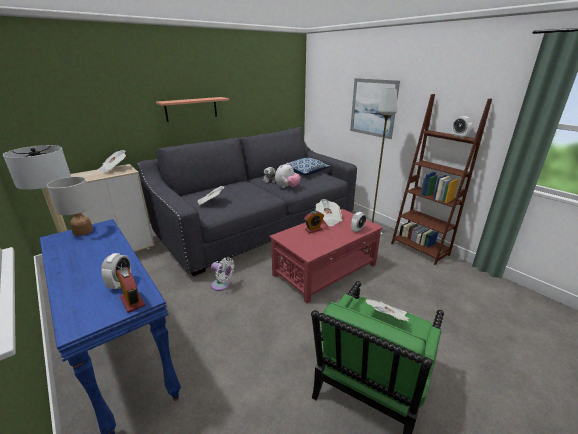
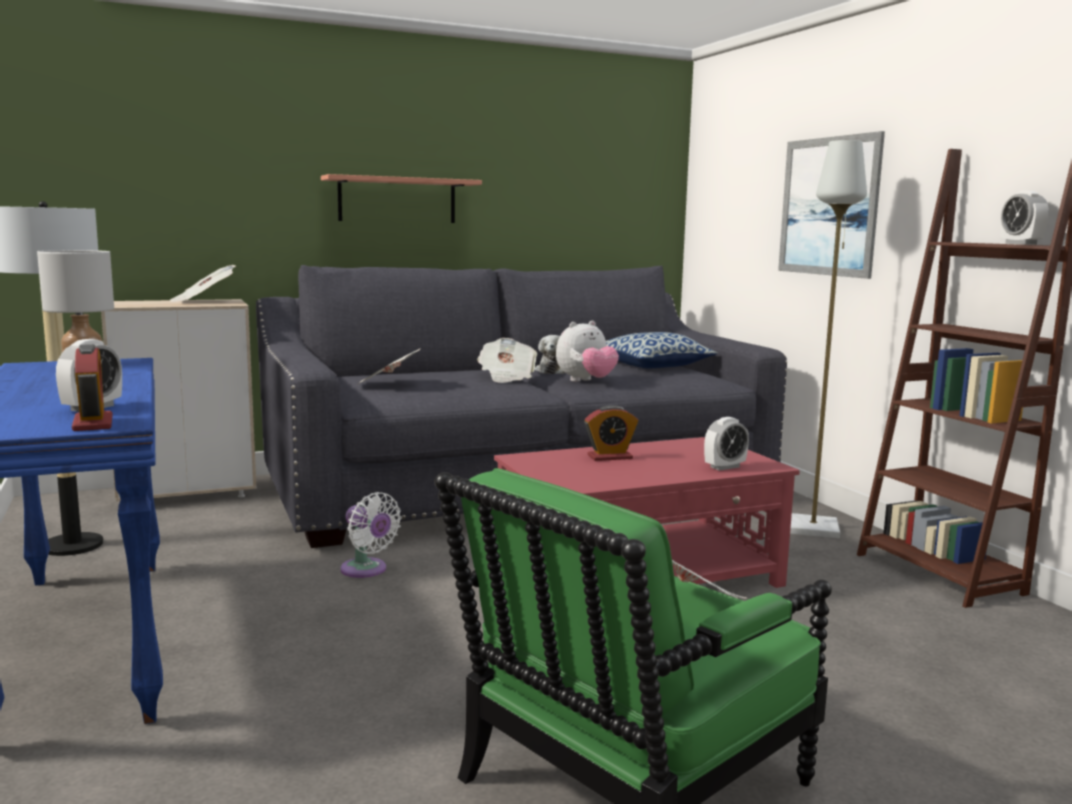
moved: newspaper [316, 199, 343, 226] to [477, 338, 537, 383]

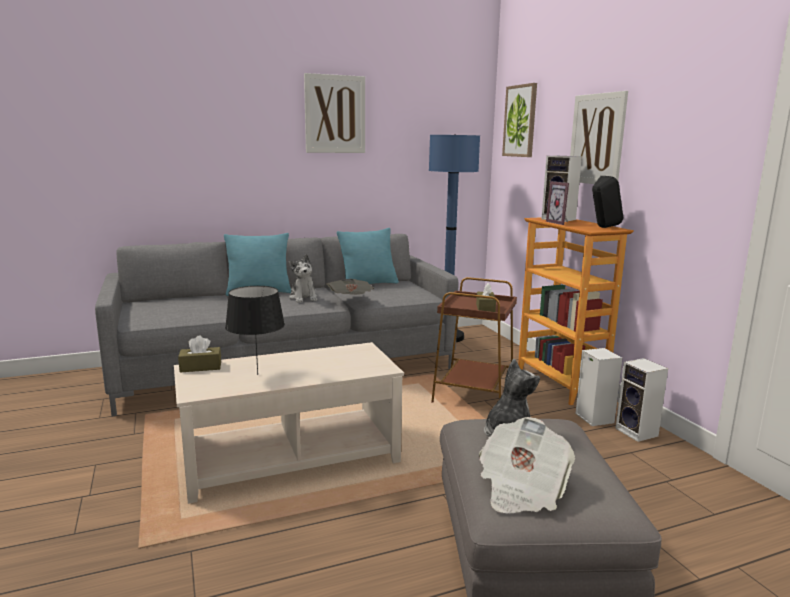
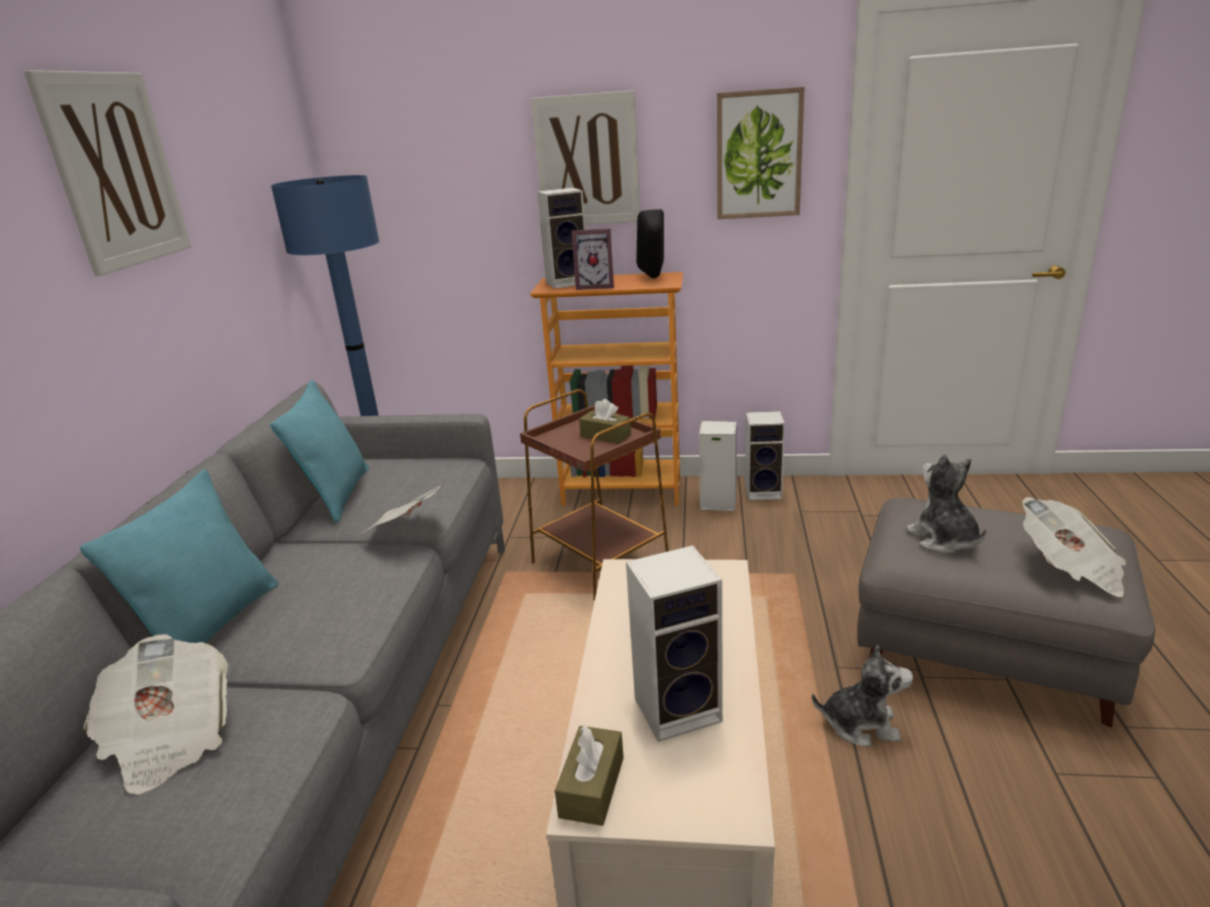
added: newspaper [83, 634, 228, 795]
moved: picture [502, 83, 537, 157] to [717, 87, 805, 219]; plush toy [289, 254, 318, 303] to [812, 645, 913, 747]
replaced: black table lamp [225, 286, 285, 375] to speaker [626, 545, 723, 742]

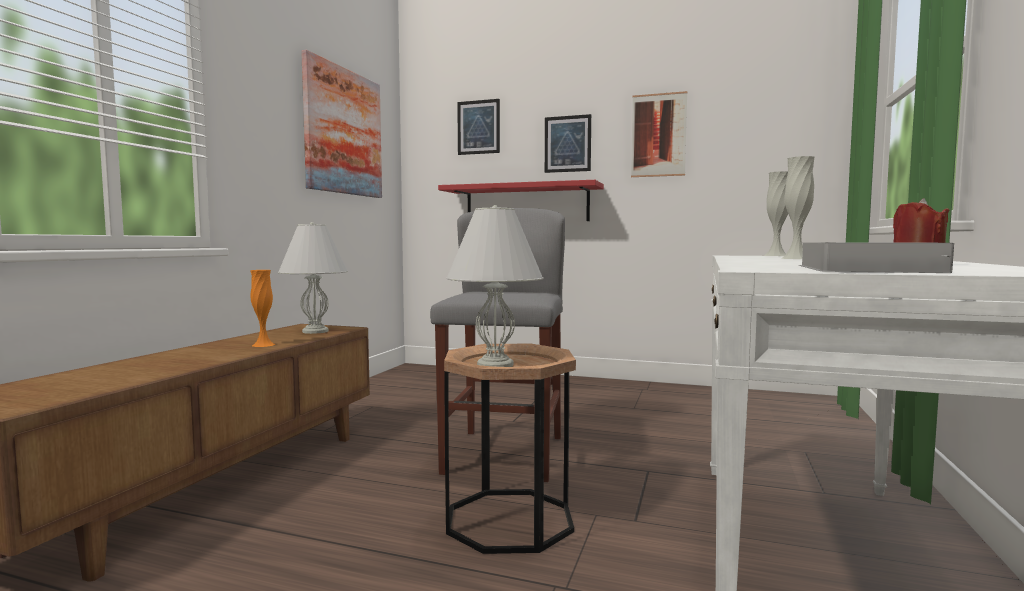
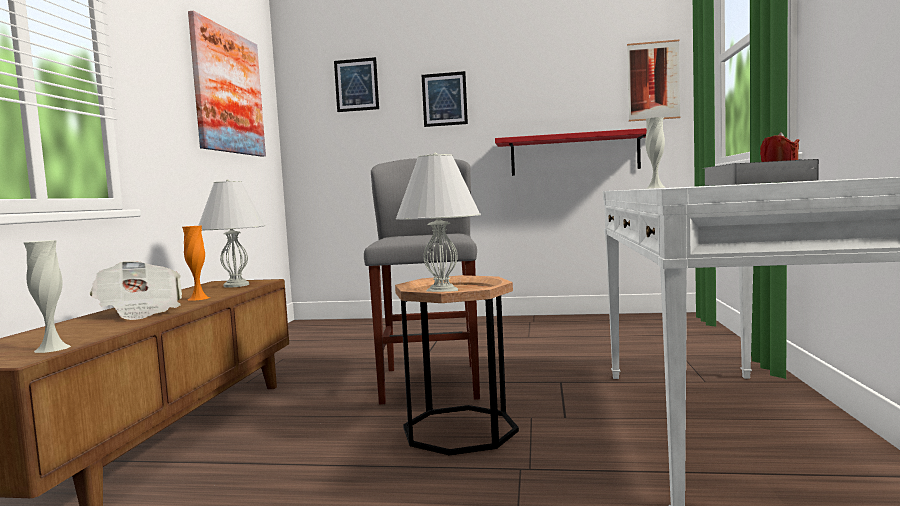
added: newspaper [89, 261, 182, 320]
moved: picture [631, 91, 687, 177] to [627, 40, 680, 121]; white vase [781, 156, 814, 259] to [23, 240, 71, 353]; red shelf [438, 180, 604, 221] to [495, 128, 647, 176]

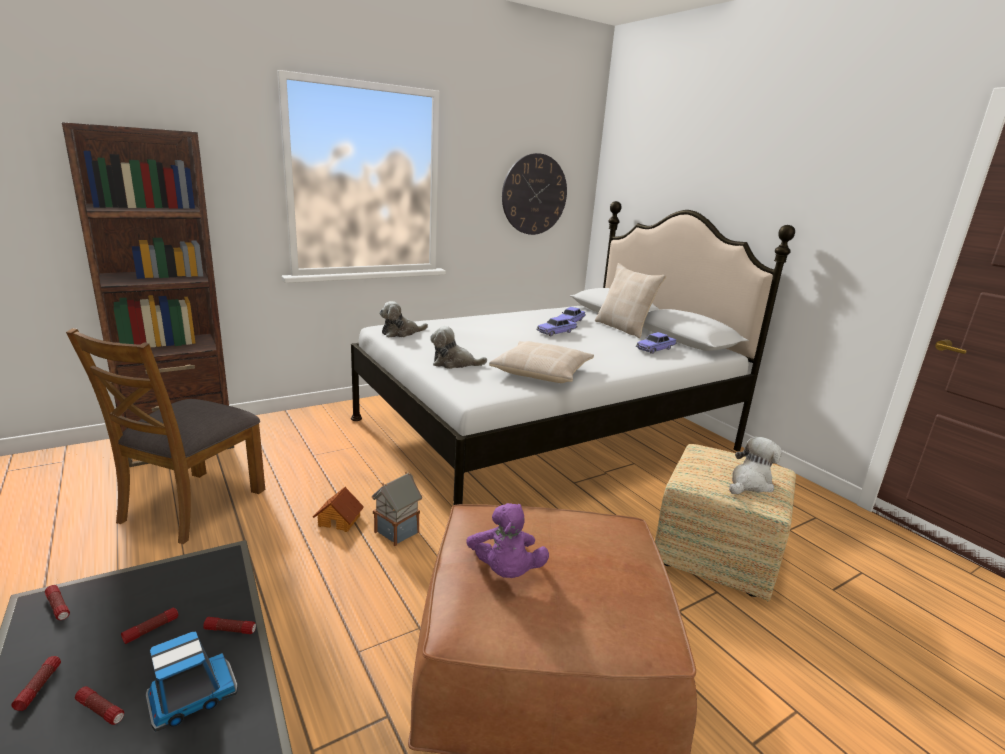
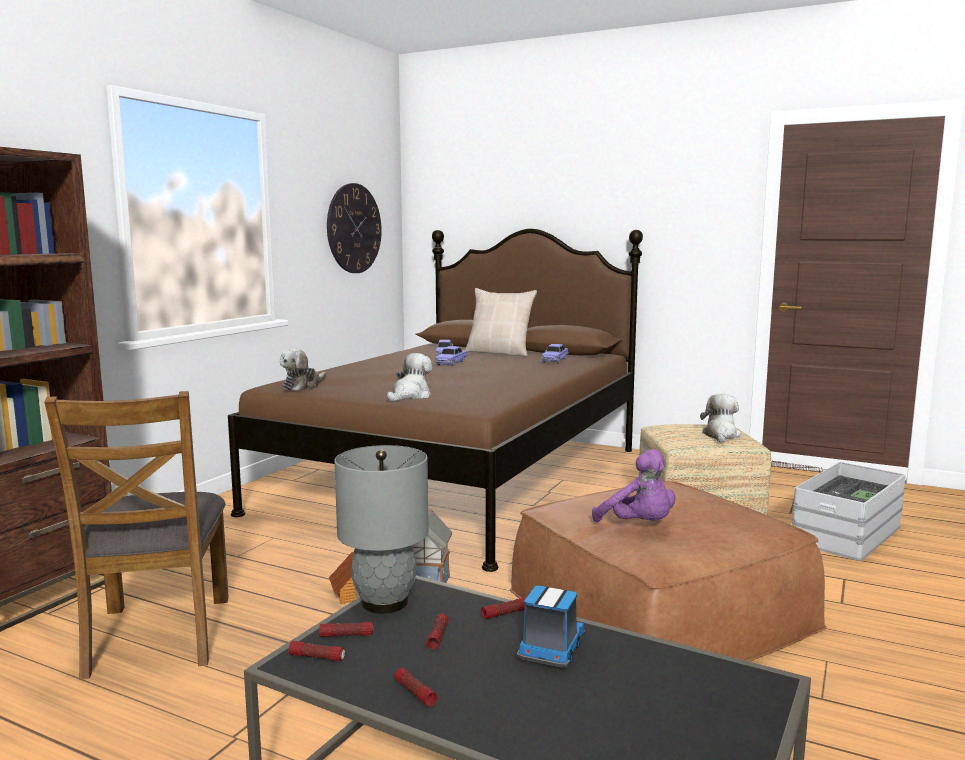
removed: beige pillow [489, 341, 594, 383]
added: grey table lamp [334, 445, 429, 613]; grey storage box [792, 462, 907, 561]
moved: flashlight [75, 686, 124, 725] to [319, 622, 373, 637]
recoloured: white bed [351, 201, 795, 505] to brown bed [228, 229, 643, 572]
turned: plush toy [430, 326, 487, 369] = [387, 353, 432, 401] 150 degrees clockwise

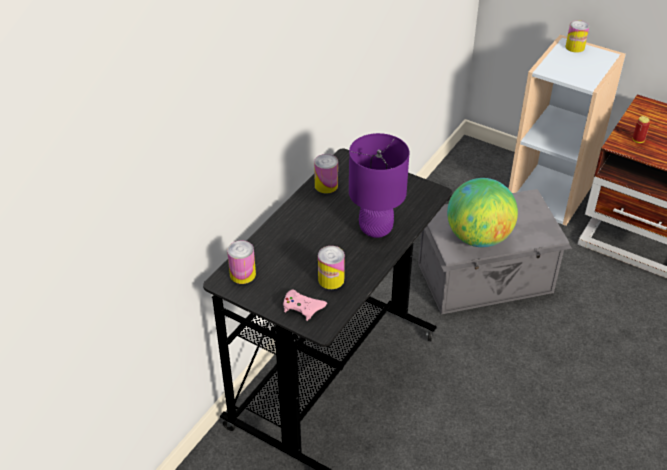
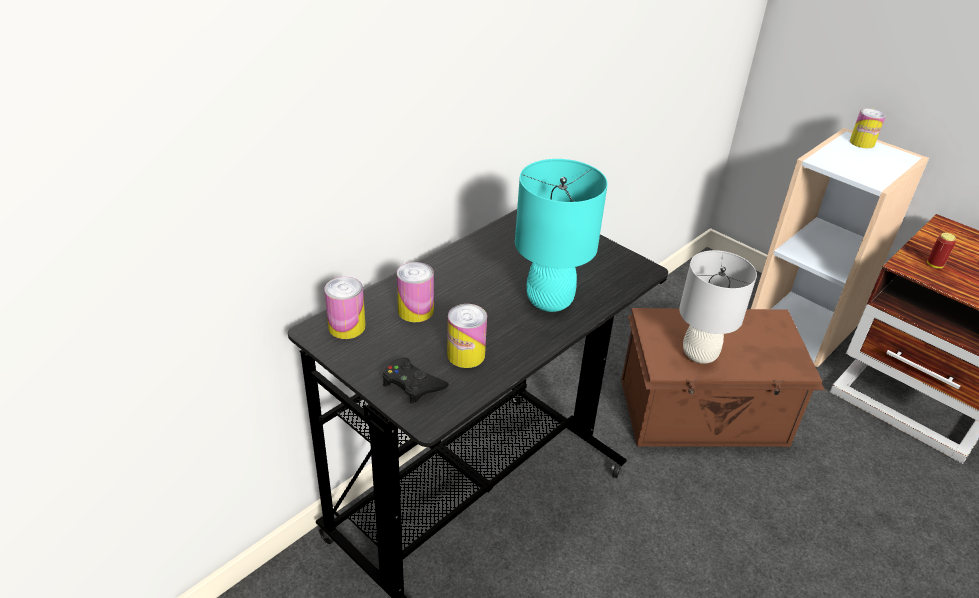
moved: can [314, 154, 338, 194] to [397, 262, 434, 322]
replaced: globe [447, 178, 518, 247] to grey table lamp [679, 250, 757, 364]
recoloured: purple table lamp [349, 133, 410, 238] to turquoise table lamp [515, 159, 608, 312]; grey storage box [418, 189, 572, 314] to brown storage box [621, 308, 825, 447]; pink game controller [283, 290, 327, 321] to black game controller [383, 357, 449, 404]

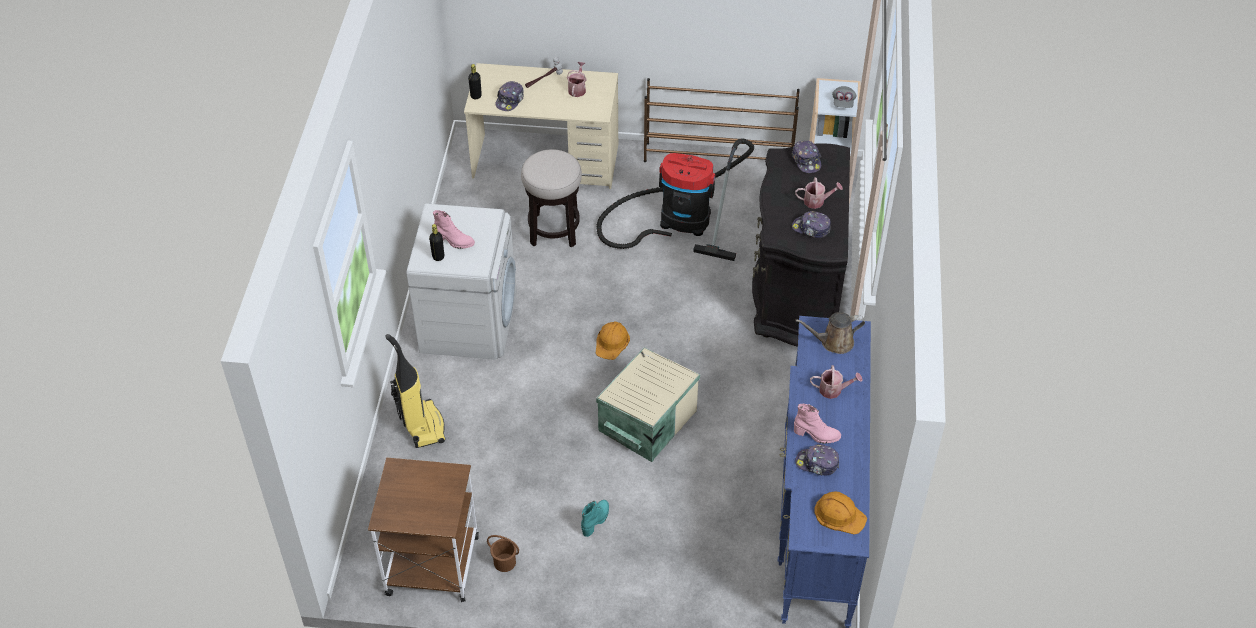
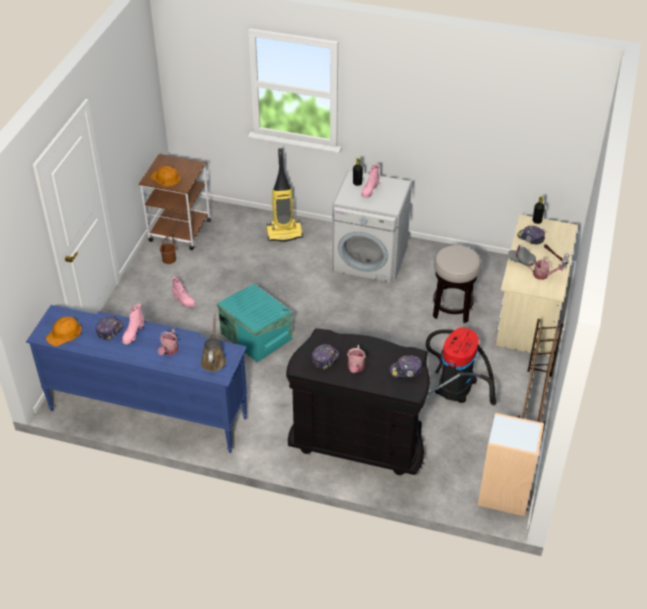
moved: grey cap [832, 86, 856, 108] to [508, 245, 536, 266]; orange hard hat [596, 321, 630, 360] to [150, 166, 180, 187]
recoloured: beige storage box [596, 348, 700, 462] to turquoise storage box [217, 283, 293, 363]; turquoise boot [581, 500, 609, 537] to pink boot [172, 277, 196, 307]

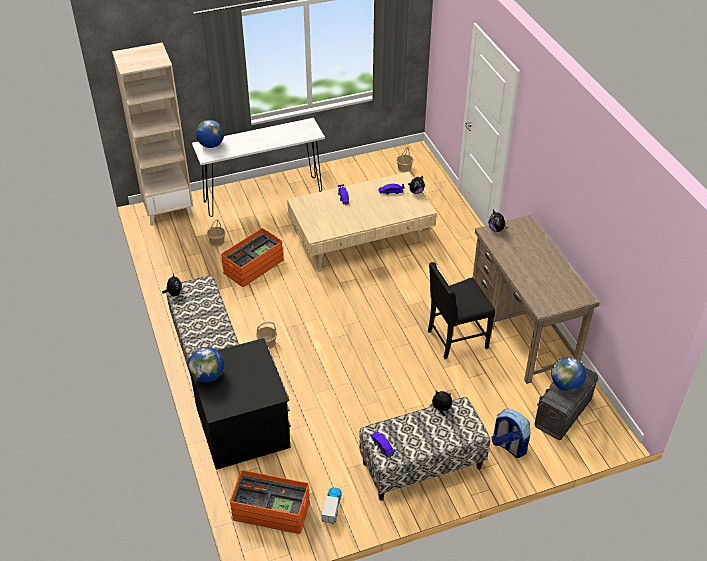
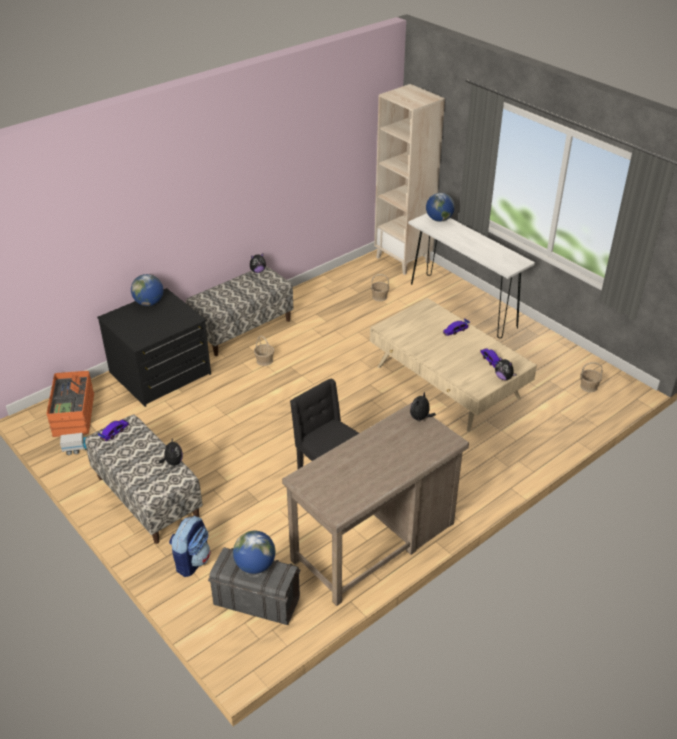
removed: orange storage box [221, 228, 284, 287]

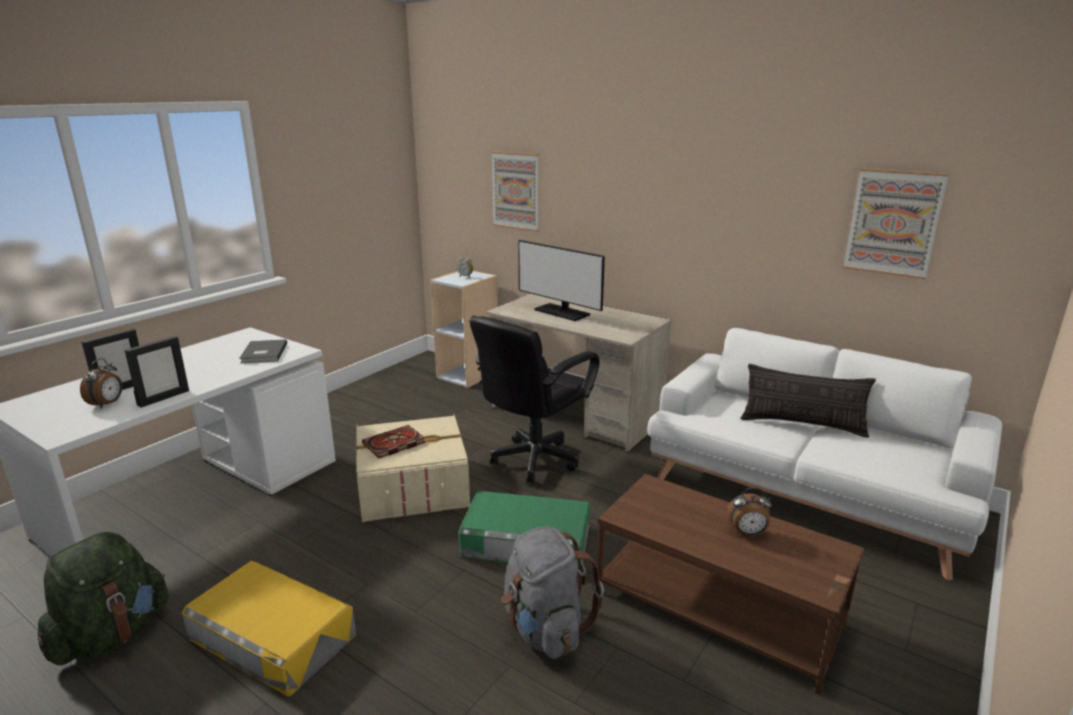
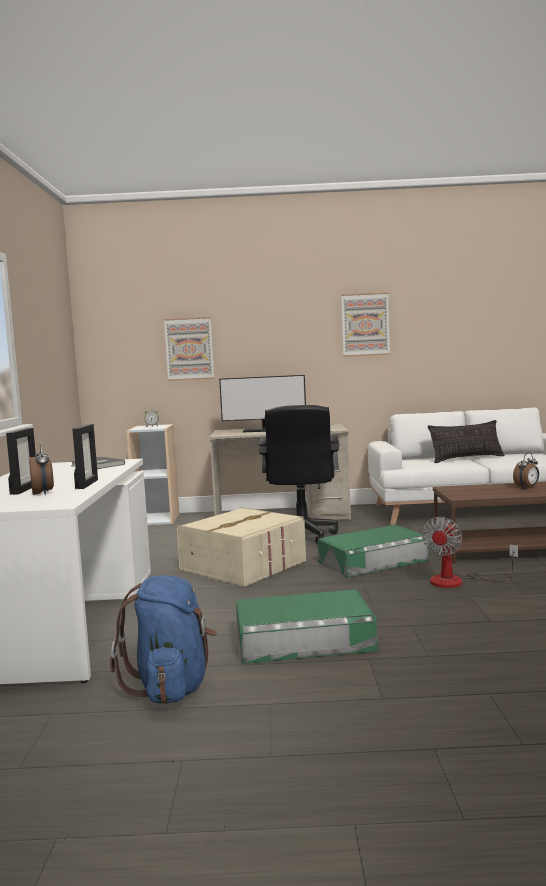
removed: book [362, 425, 426, 458]
moved: picture [843, 168, 949, 279] to [341, 292, 390, 357]
replaced: grey backpack [501, 526, 604, 659] to fan [422, 517, 518, 588]
recoloured: green backpack [38, 532, 169, 665] to blue backpack [110, 575, 217, 704]; yellow storage box [182, 561, 356, 696] to green storage box [236, 590, 377, 664]

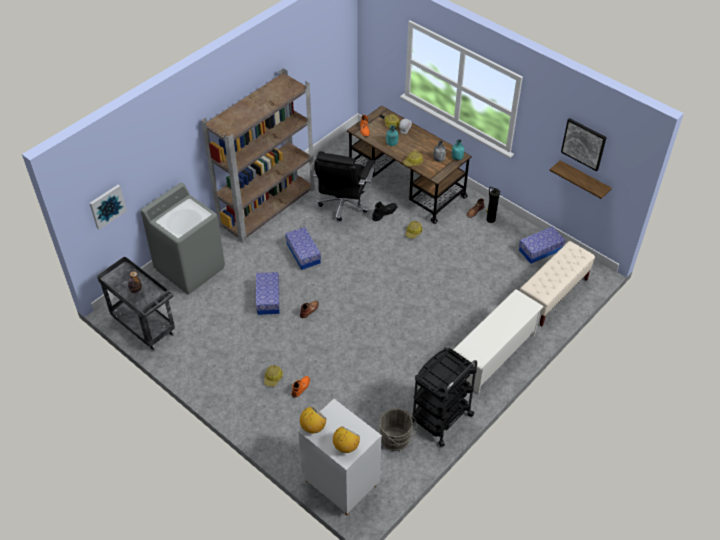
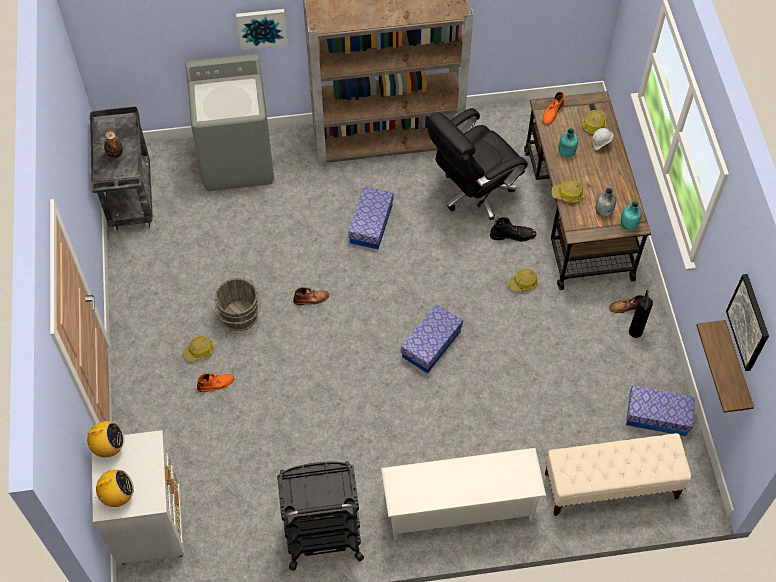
moved: picture [90, 184, 127, 230] to [236, 9, 288, 50]; storage box [256, 272, 280, 315] to [401, 304, 463, 373]; grey bucket [379, 409, 417, 451] to [214, 278, 261, 331]

